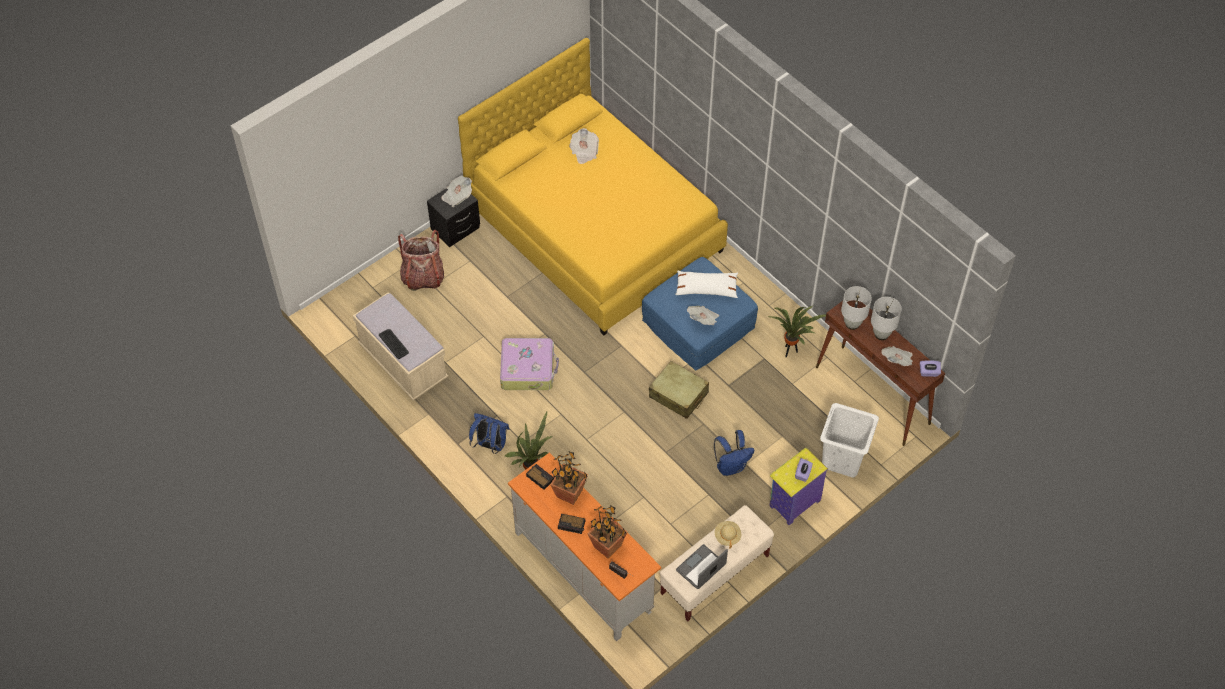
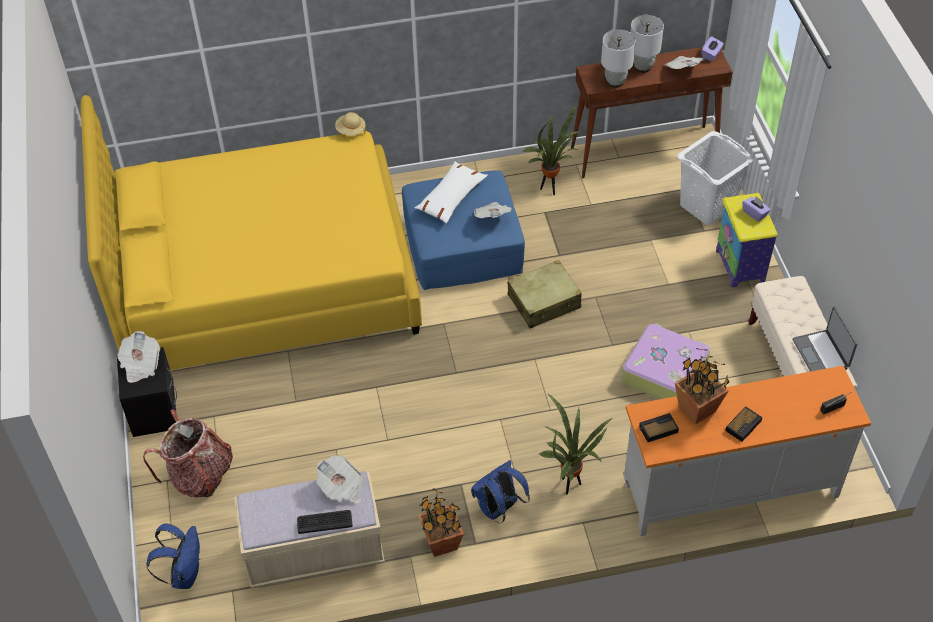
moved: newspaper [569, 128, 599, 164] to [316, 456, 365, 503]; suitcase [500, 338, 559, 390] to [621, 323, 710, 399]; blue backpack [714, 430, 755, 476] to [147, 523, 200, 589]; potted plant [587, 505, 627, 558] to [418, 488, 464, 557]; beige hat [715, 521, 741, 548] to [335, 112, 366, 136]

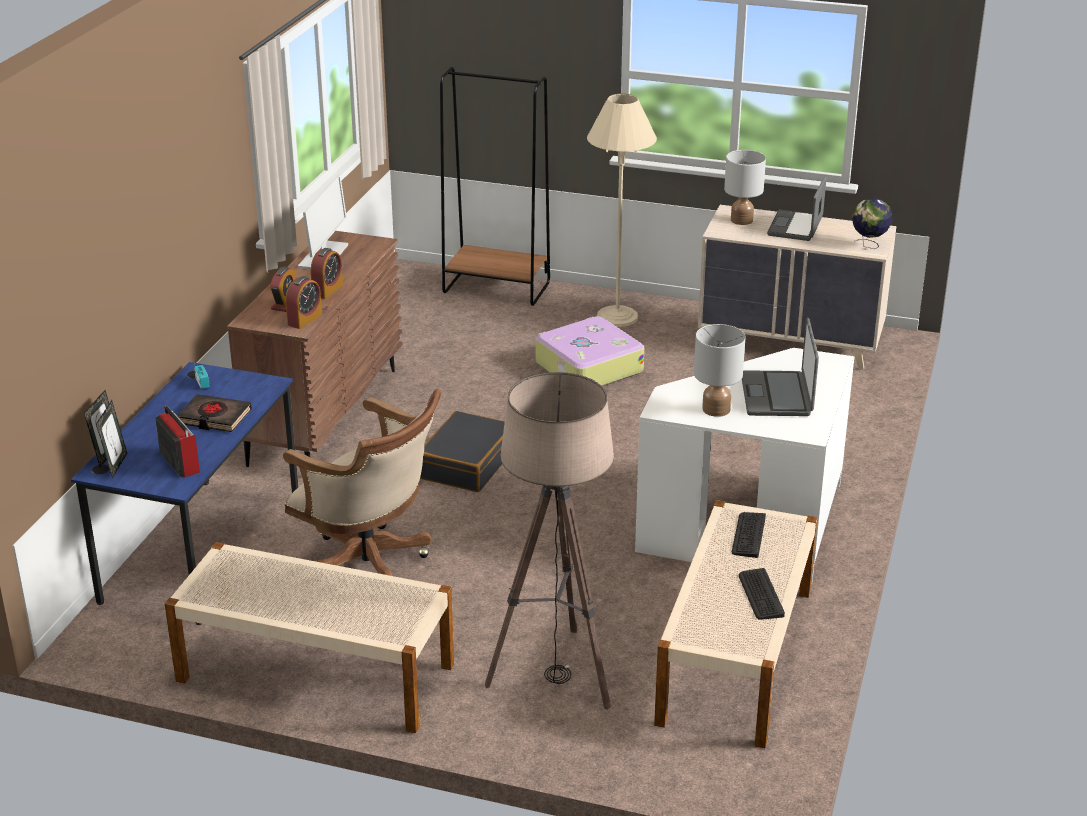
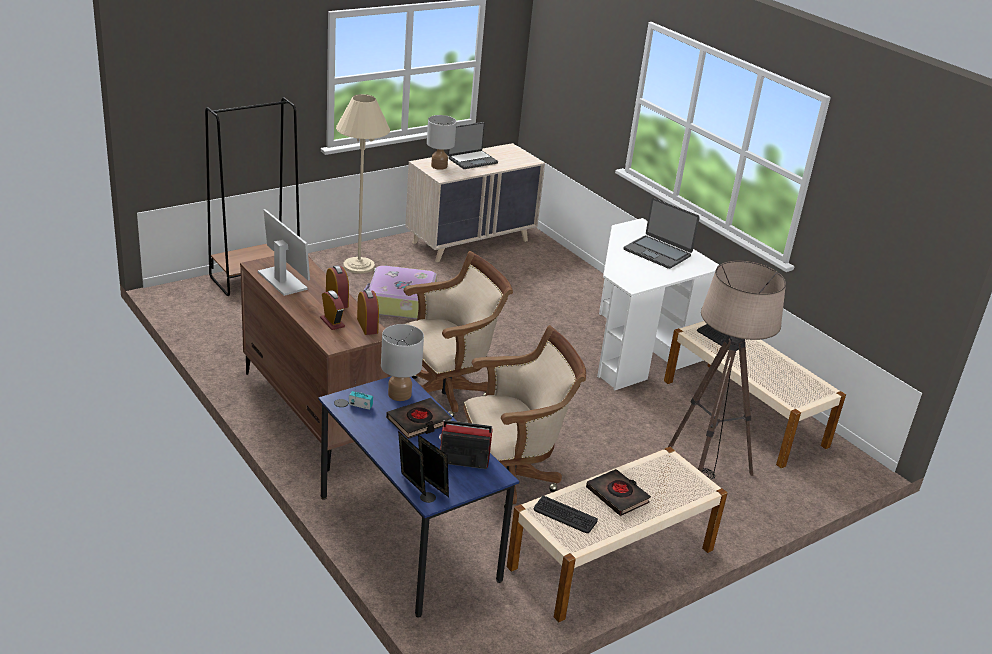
removed: globe [852, 198, 892, 249]
added: black book [586, 469, 651, 516]
moved: grey table lamp [694, 324, 746, 417] to [381, 324, 424, 401]; keyboard [739, 568, 785, 620] to [533, 496, 598, 533]
replaced: black suitcase [420, 411, 505, 492] to office chair [404, 251, 513, 417]
turned: laptop [767, 176, 827, 241] = [448, 122, 498, 169] 90 degrees counterclockwise

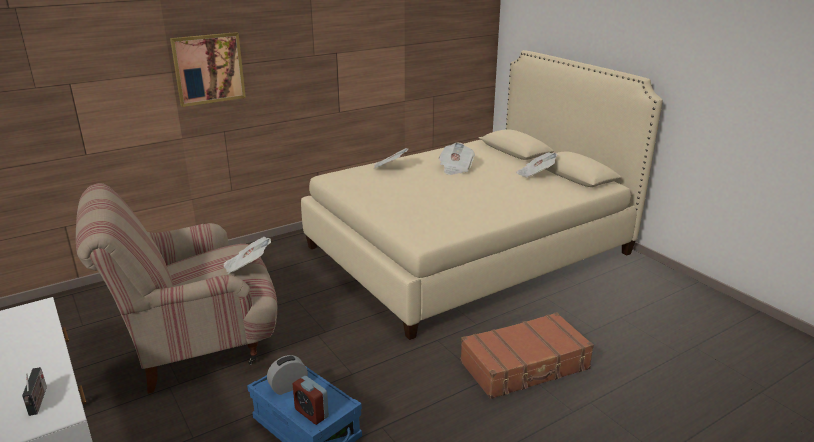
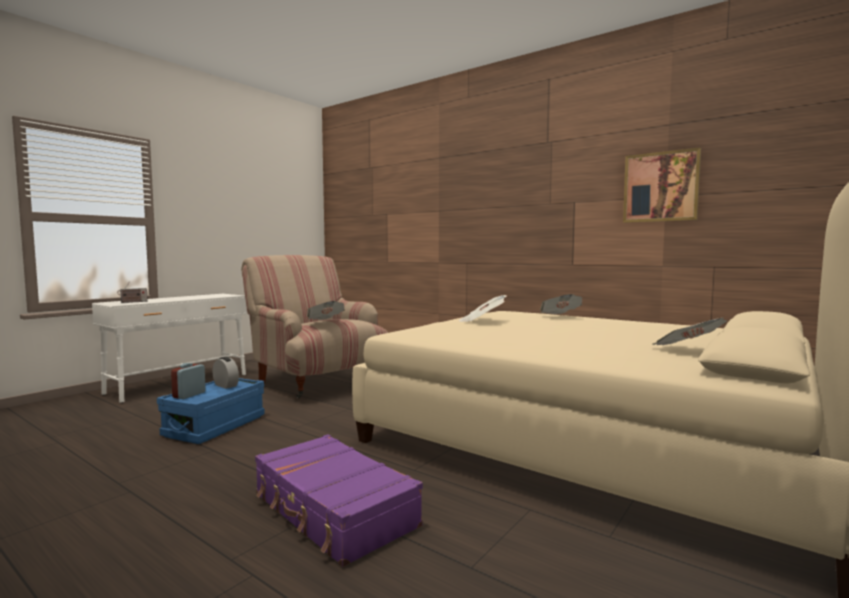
moved: picture [170, 32, 246, 107] to [623, 147, 701, 223]; newspaper [439, 142, 475, 175] to [458, 295, 507, 322]
recoloured: brown suitcase [460, 312, 594, 399] to purple suitcase [255, 434, 423, 567]

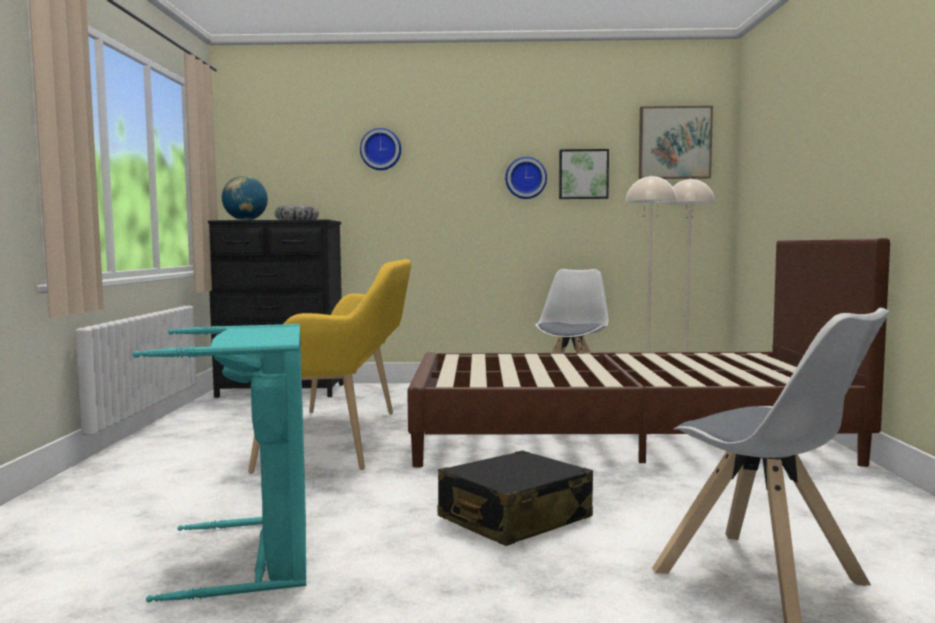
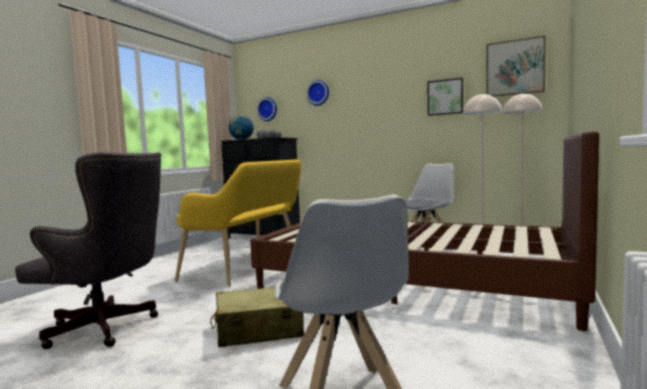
moved: wall clock [505, 157, 547, 199] to [257, 97, 277, 121]
replaced: turquoise laundry basket [133, 324, 306, 602] to grey office chair [15, 152, 161, 349]
recoloured: black suitcase [438, 450, 593, 546] to beige suitcase [210, 287, 304, 347]

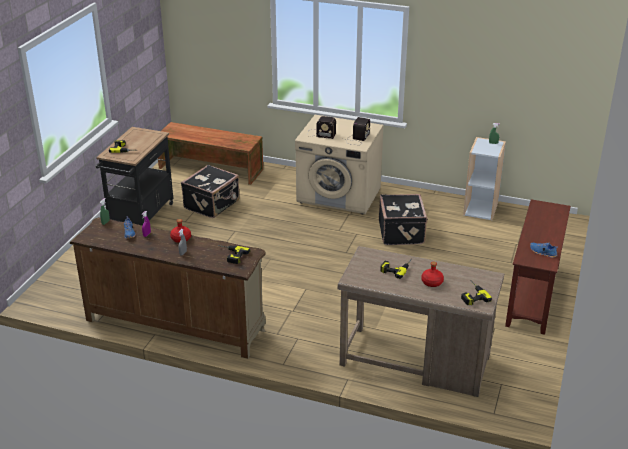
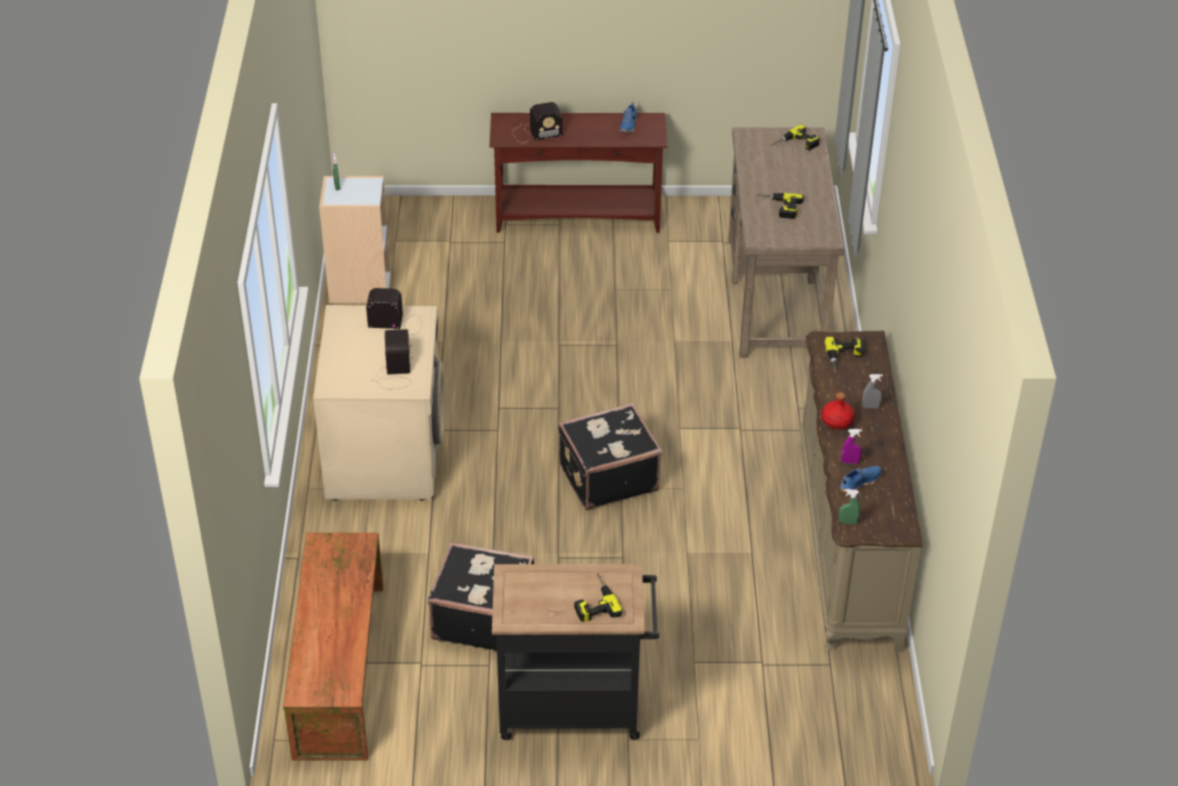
removed: red bottle [421, 262, 444, 287]
added: radio [512, 102, 562, 143]
moved: black suitcase [379, 194, 428, 245] to [558, 403, 662, 510]

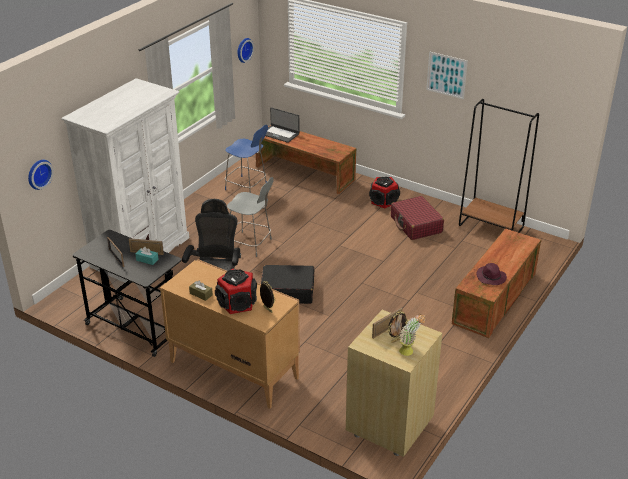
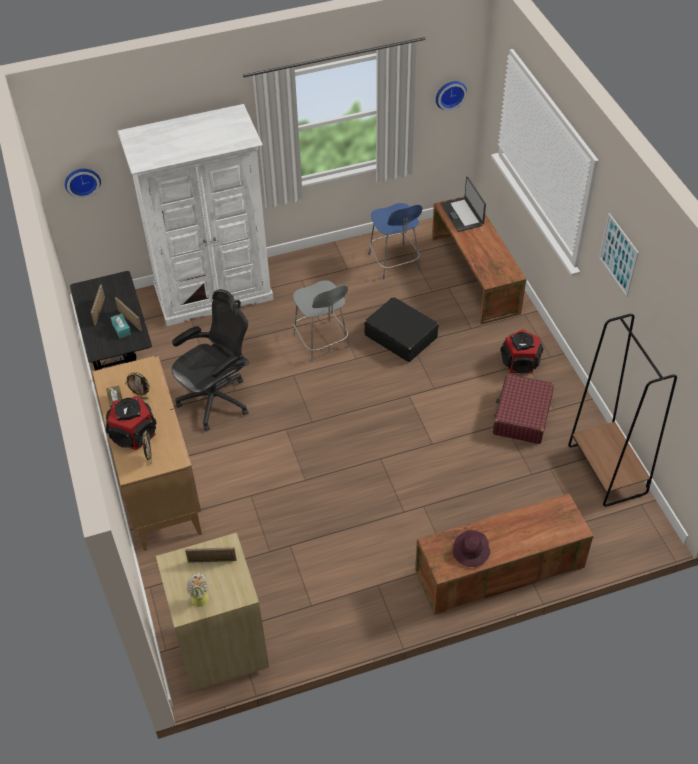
moved: black suitcase [261, 265, 314, 304] to [364, 297, 439, 362]; picture frame [388, 312, 408, 343] to [125, 372, 150, 399]

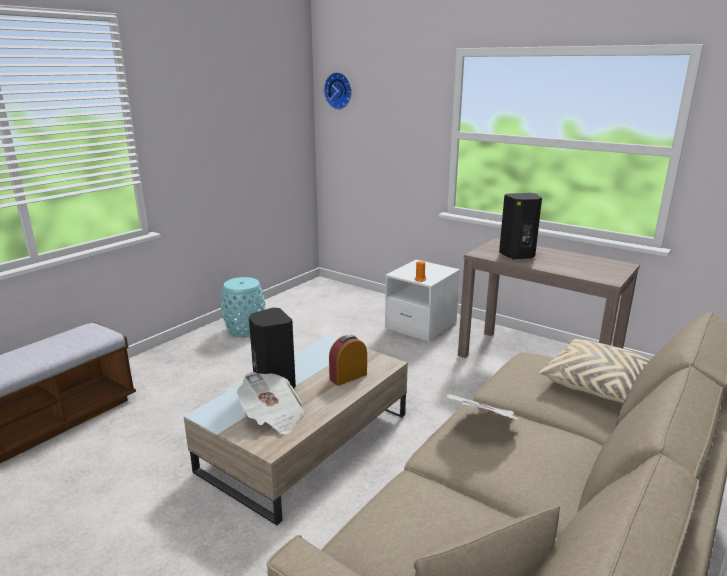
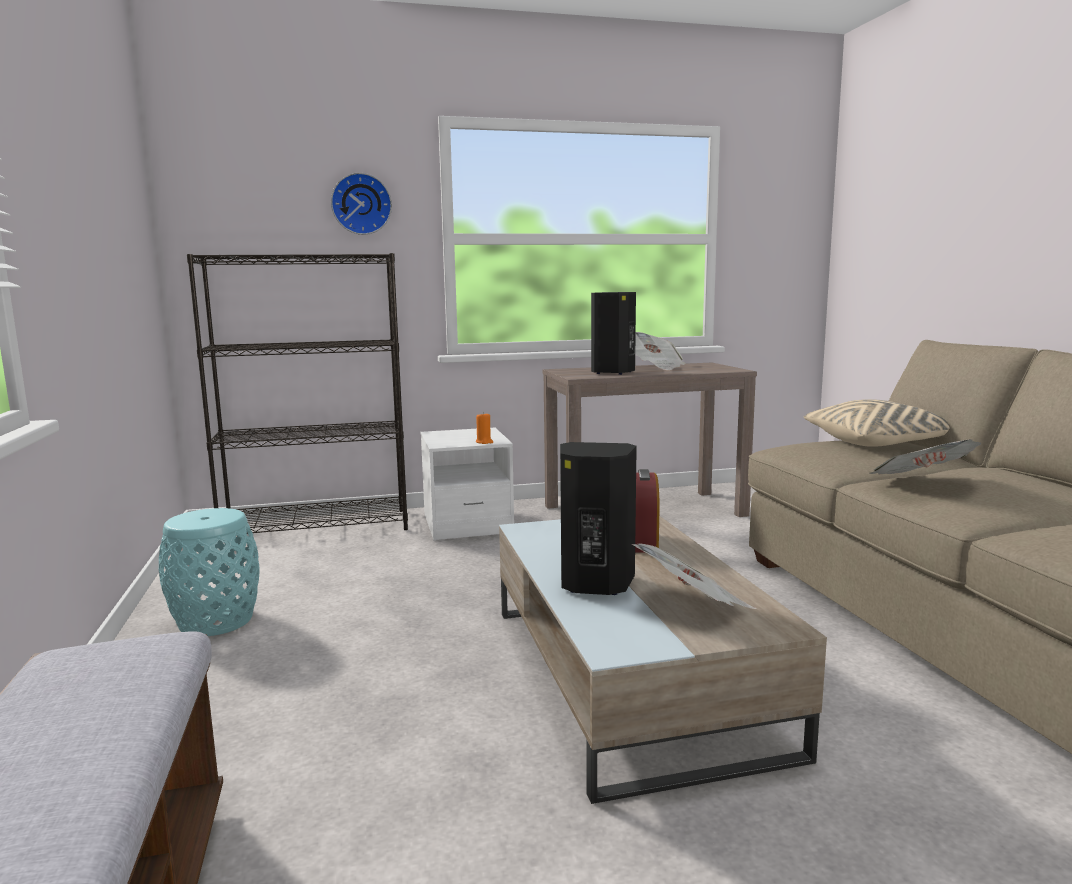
added: black bookcase [187, 253, 408, 534]; newspaper [635, 332, 686, 370]
moved: wall clock [324, 72, 352, 110] to [331, 173, 392, 235]

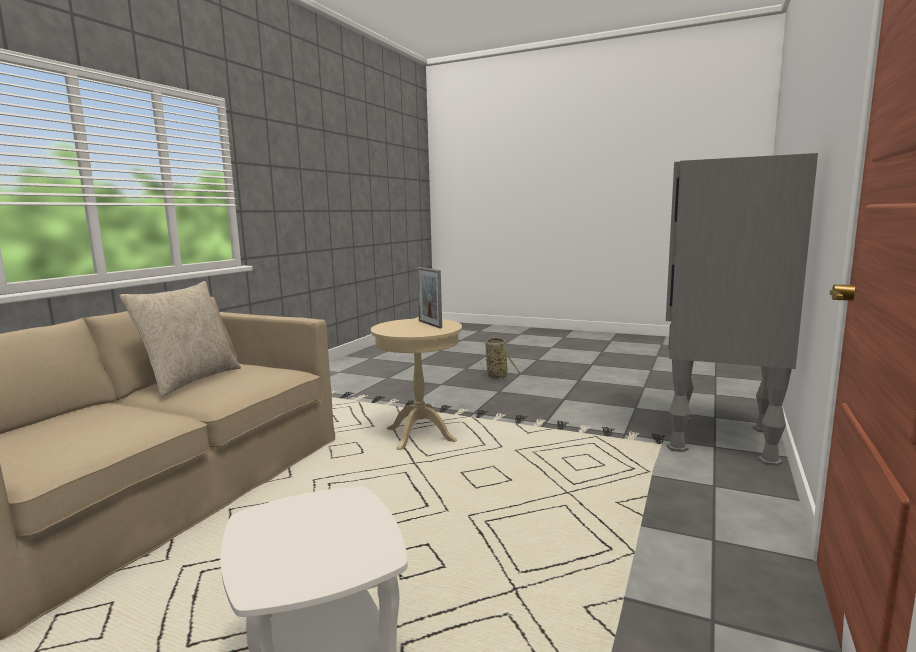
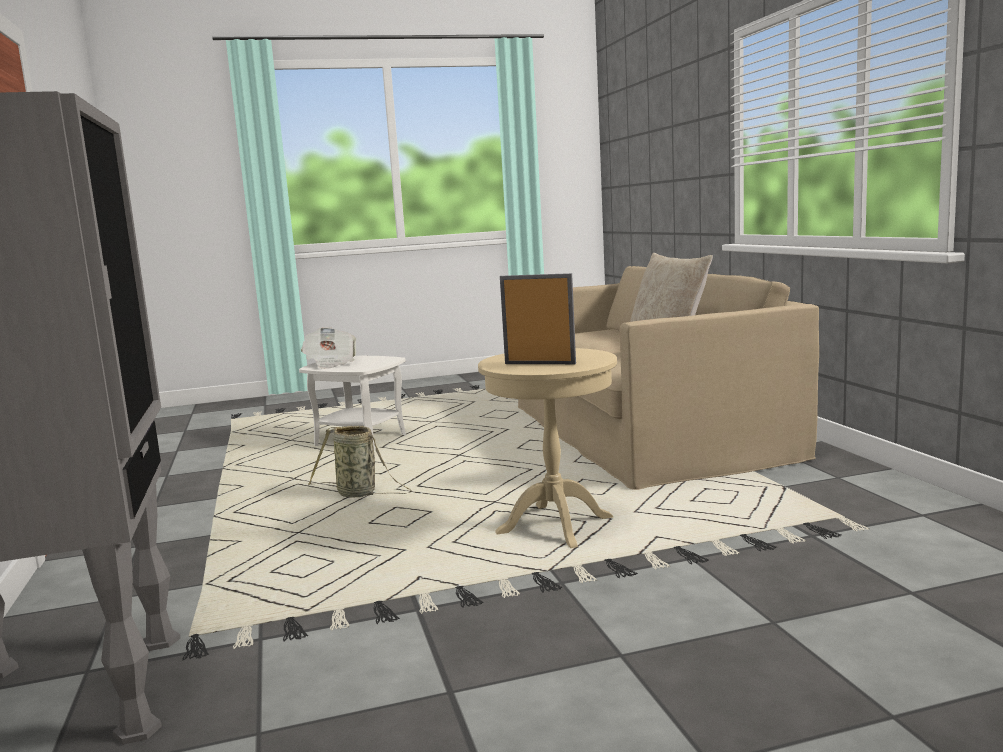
added: newspaper [301, 327, 356, 369]
moved: basket [480, 337, 520, 381] to [308, 426, 411, 498]

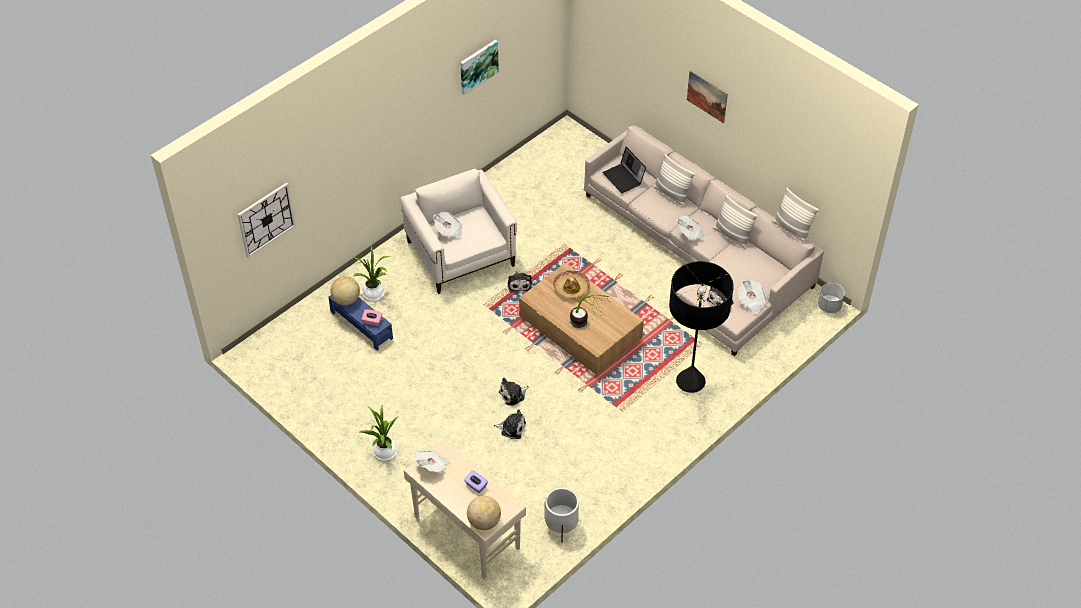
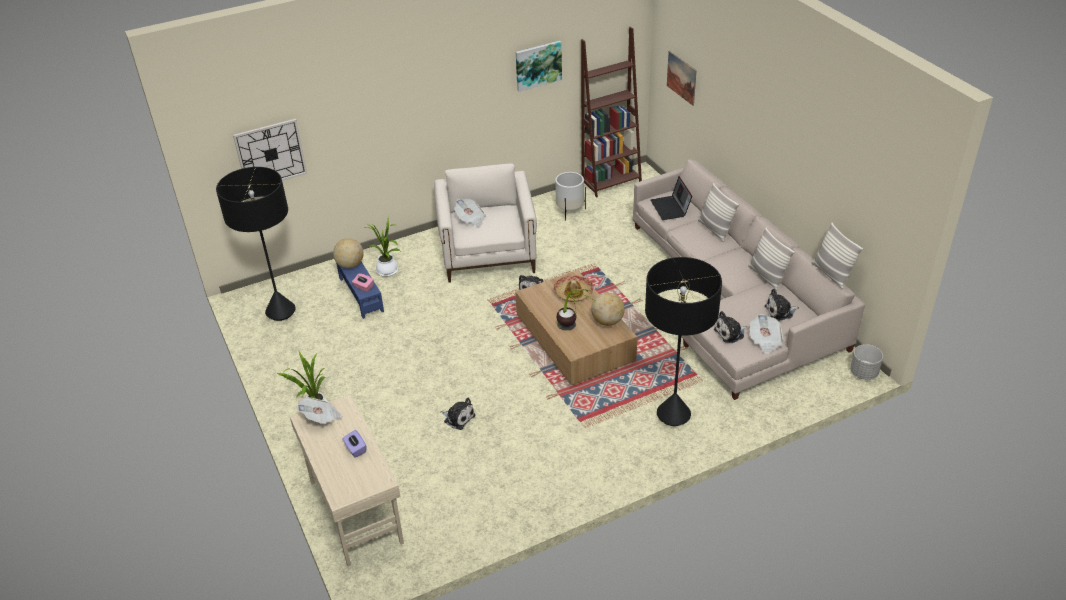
removed: newspaper [677, 215, 706, 240]
added: brown bookcase [581, 27, 642, 197]; black floor lamp [216, 167, 296, 321]
moved: picture [687, 70, 728, 124] to [667, 51, 697, 106]; plush toy [499, 378, 529, 406] to [765, 288, 799, 321]; white planter [545, 488, 579, 543] to [555, 172, 586, 221]; globe [467, 496, 501, 530] to [591, 293, 625, 326]

